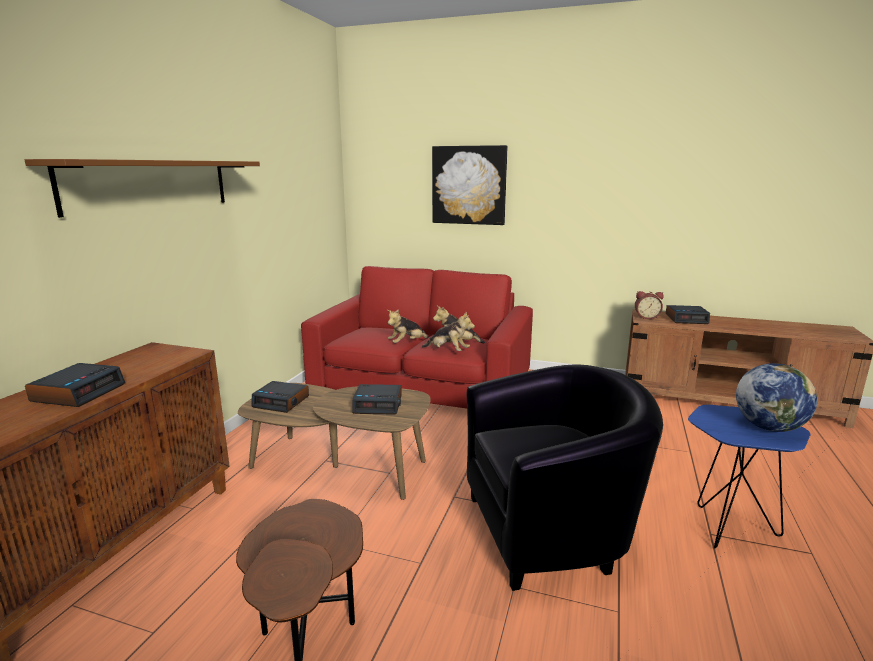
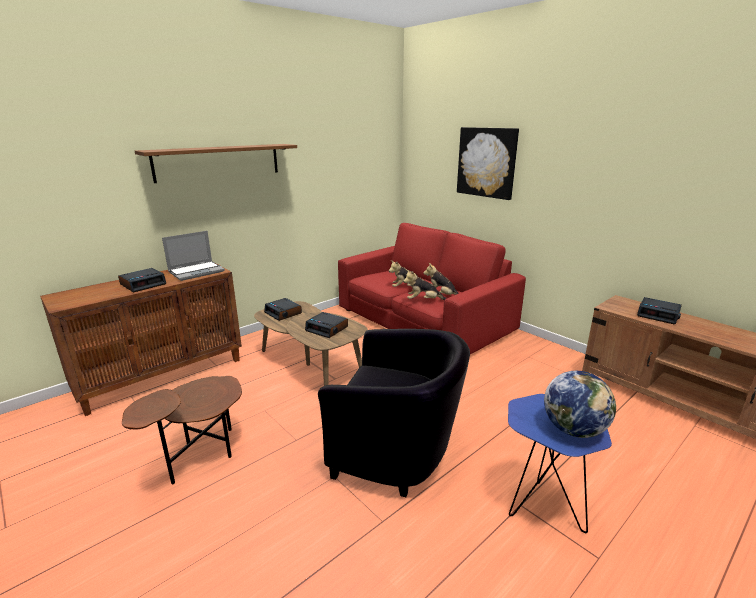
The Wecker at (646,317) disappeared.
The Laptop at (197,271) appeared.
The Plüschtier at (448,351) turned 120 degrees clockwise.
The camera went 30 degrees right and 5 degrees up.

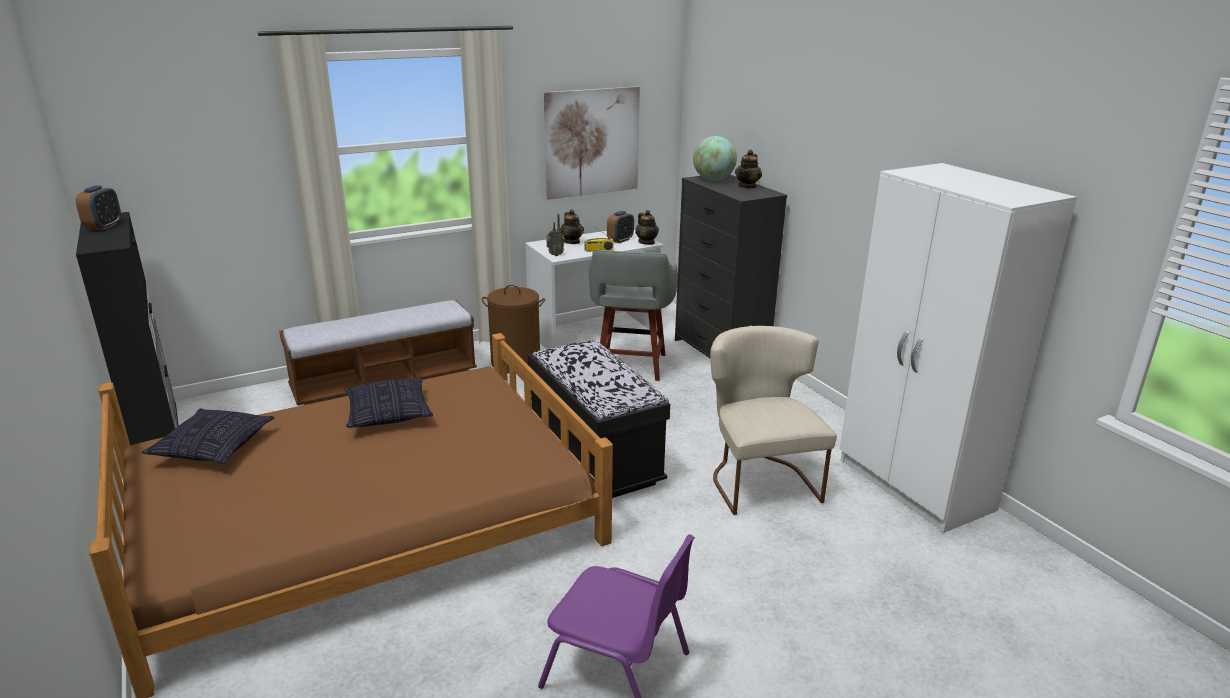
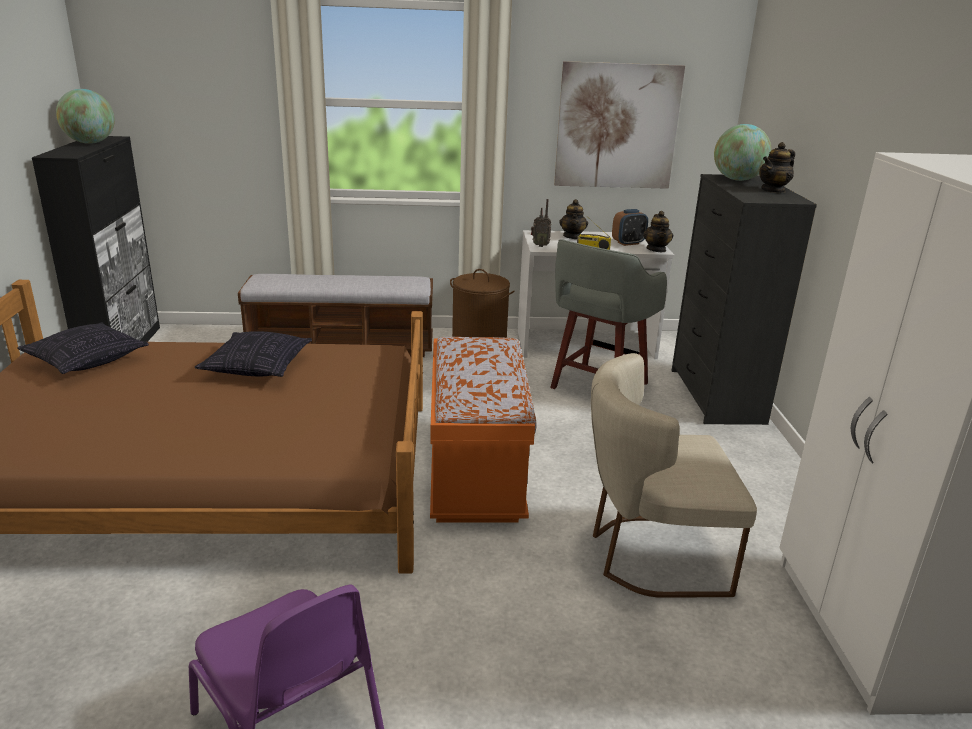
The Wecker at (104,226) was replaced by the Globus at (90,143).
The Bank/schwarz at (594,458) became the Bank/orange at (475,473).
The Stuhl/beige at (759,480) turned 105 degrees counterclockwise.
The camera went 25 degrees right and 0 degrees up.

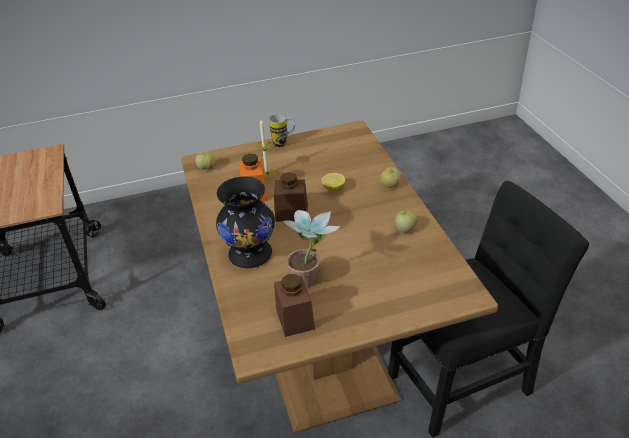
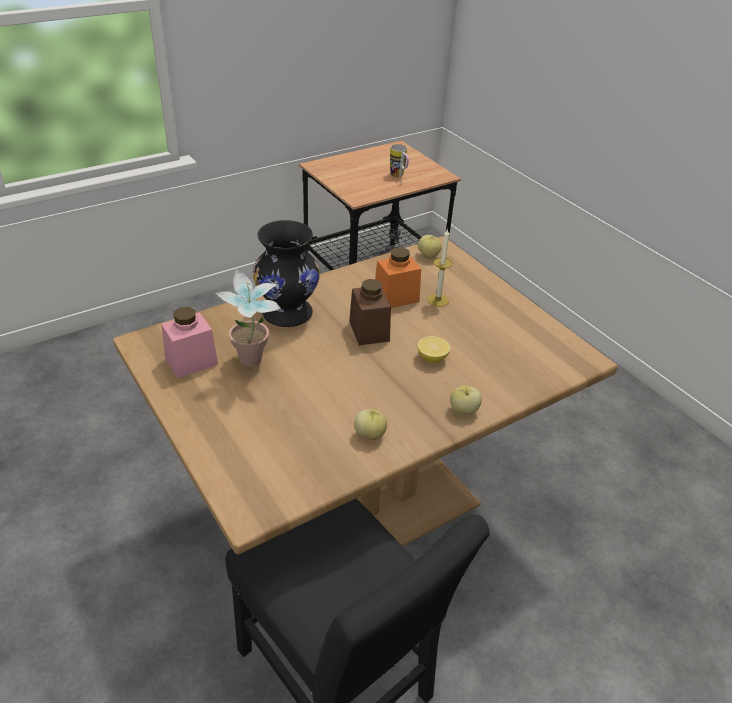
The Henkelbecher moved from (284,143) to (399,176).
The Vorratsglas/braun at (295,319) became the Vorratsglas/rosa at (191,361).
The camera went 70 degrees right and 0 degrees up.

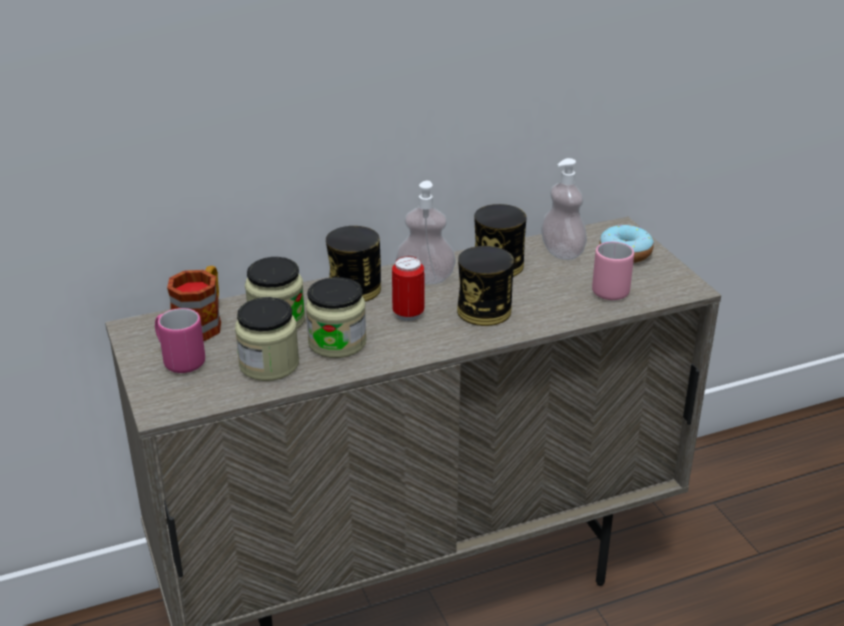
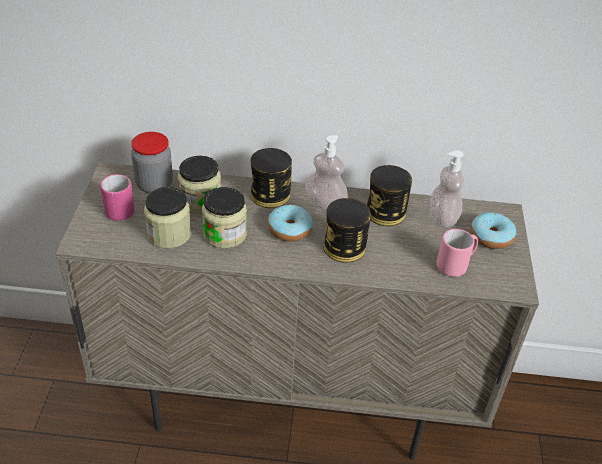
The Henkelbecher at (202,322) was replaced by the Vorratsglas at (154,185).
The Dose at (408,314) was replaced by the Donut at (289,229).
The camera went 25 degrees right and 10 degrees up.

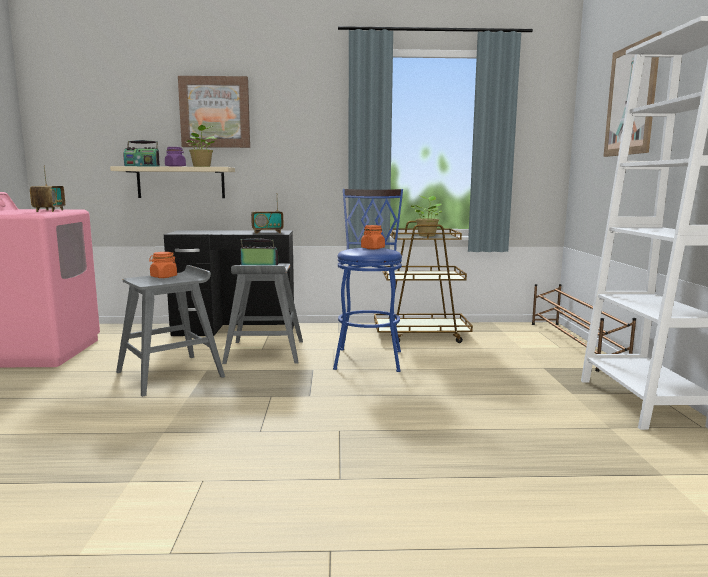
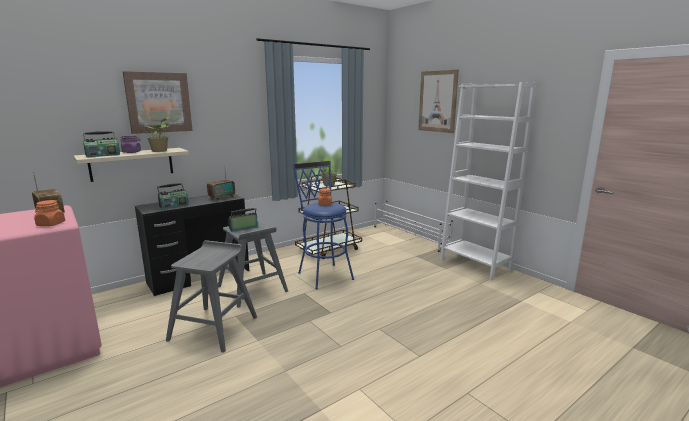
The Radio at (174,205) appeared.
The Vorratsglas/orange moved from (163,277) to (51,224).
The Schuhregal/braun at (574,344) became the Schuhregal/weiß at (410,236).
The camera went 35 degrees left and 5 degrees up.

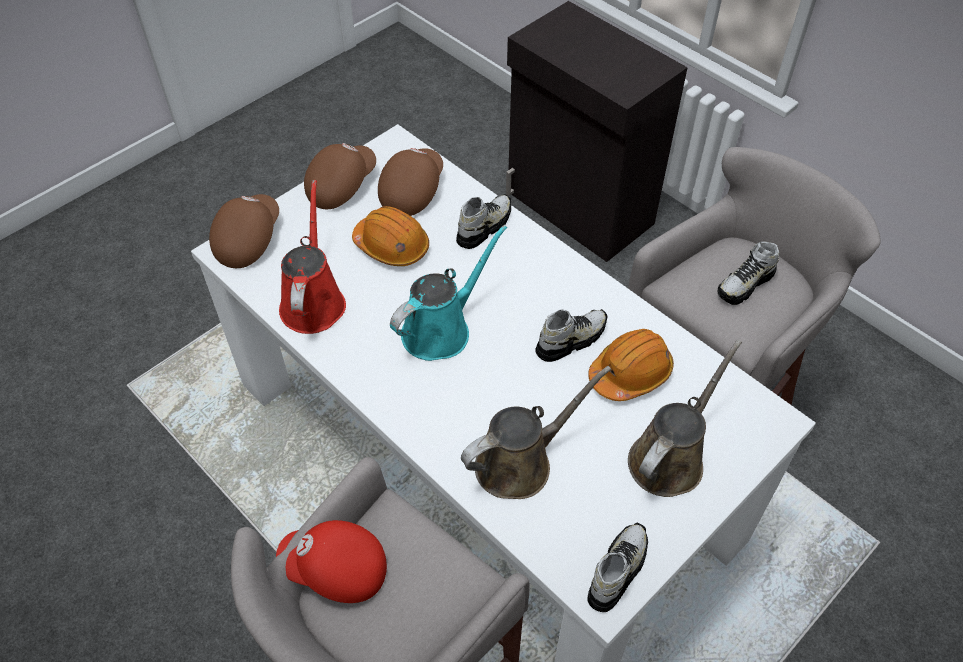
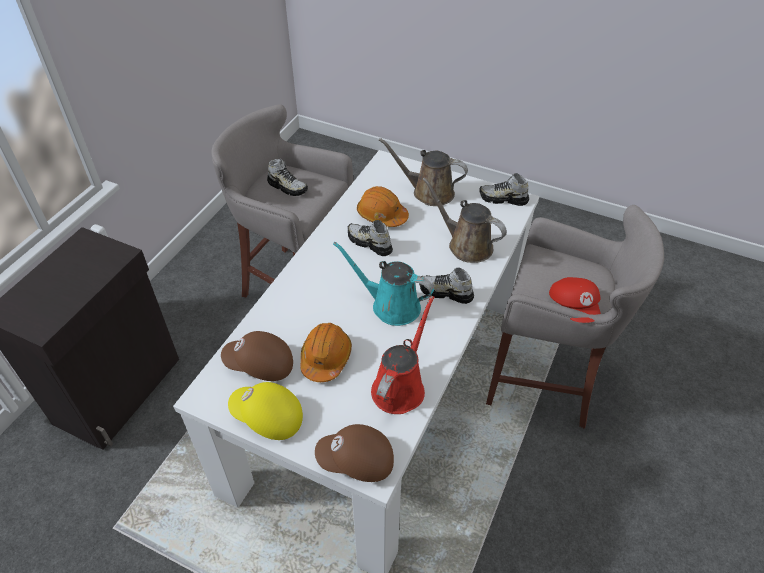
The Schuh moved from (484,227) to (445,293).
The Kappe/braun at (341,185) became the Kappe/gelb at (267,418).
The Gießkanne/rot at (313,301) turned 135 degrees clockwise.
The camera went 110 degrees left and 5 degrees down.

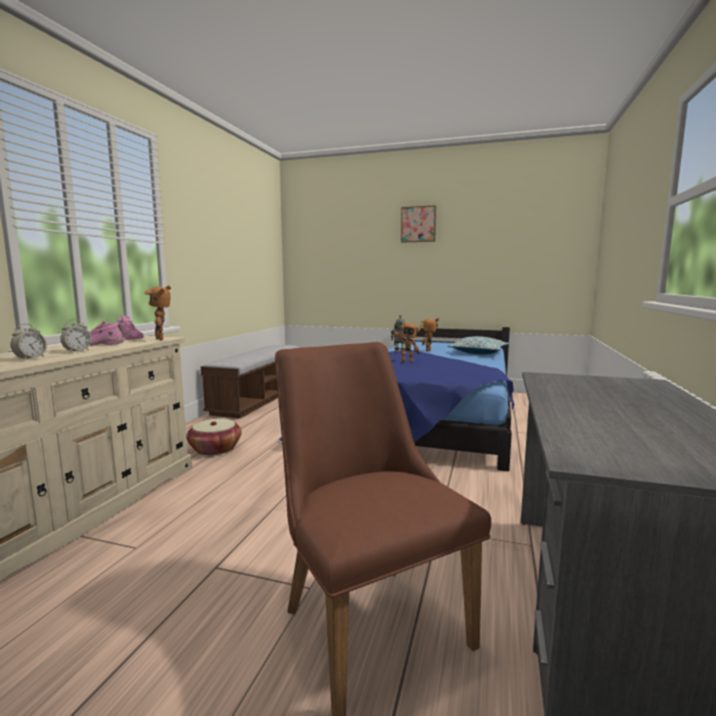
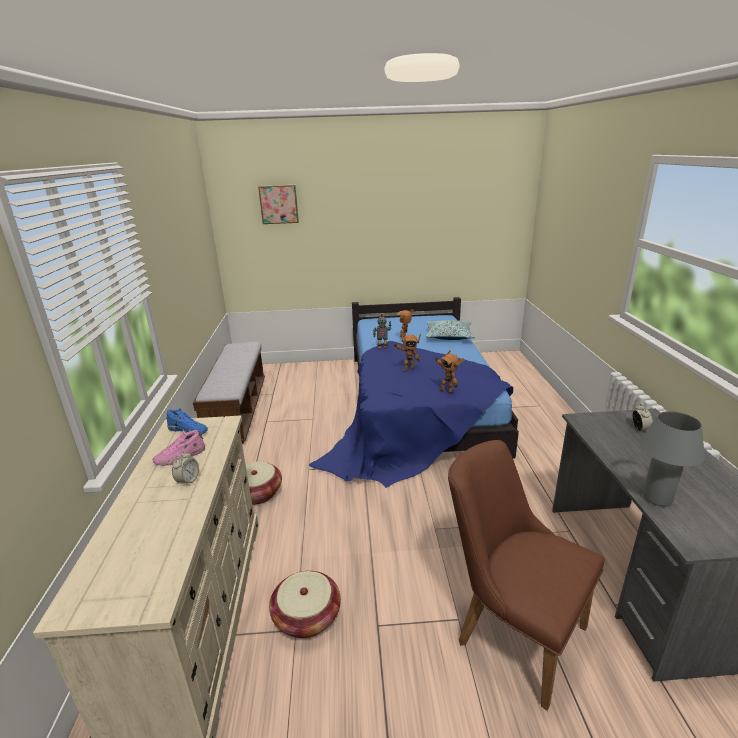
The Korb at (307,617) appeared.
The Tischlampe/grau at (657,498) appeared.
The Wecker moved from (30,358) to (640,428).
The Spielzeugroboter moved from (162,339) to (446,390).
The Bild moved from (418,224) to (279,204).
The Schuh/rosa at (130,338) became the Schuh/blau at (188,430).
The camera went 20 degrees left and 15 degrees up.

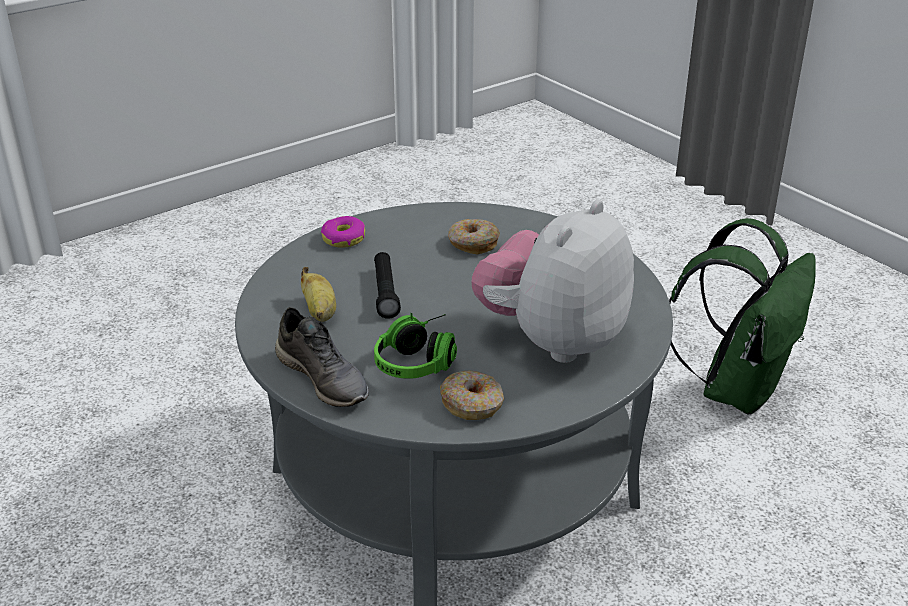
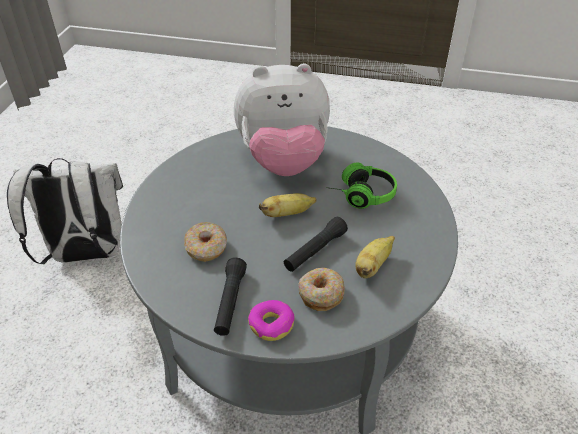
The Schuh/grau at (324,378) disappeared.
The Taschenlampe/schwarz at (230,302) appeared.
The Banane at (287,214) appeared.
The Donut moved from (472,404) to (320,294).
The Rucksack/grün at (736,388) became the Rucksack/weiß at (86,254).
The camera went 130 degrees left and 10 degrees up.

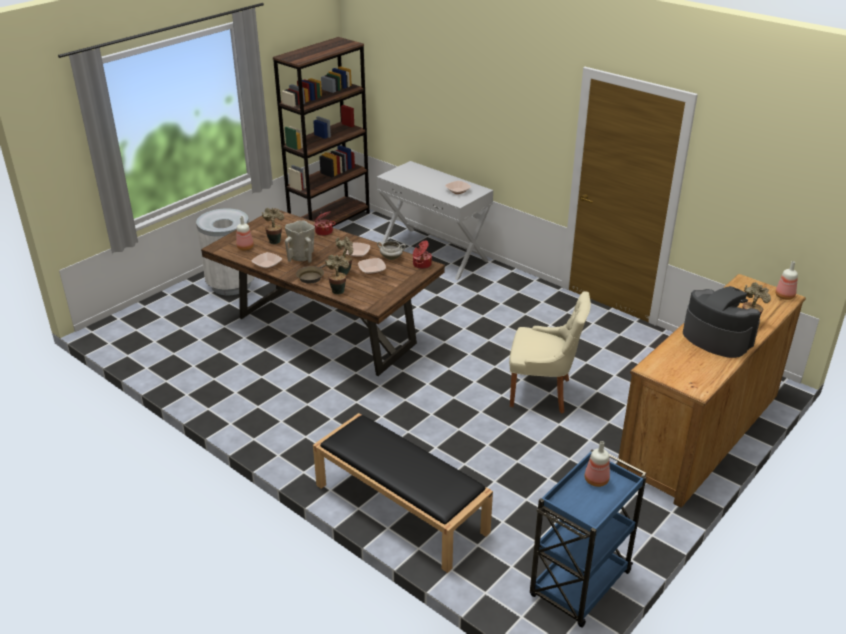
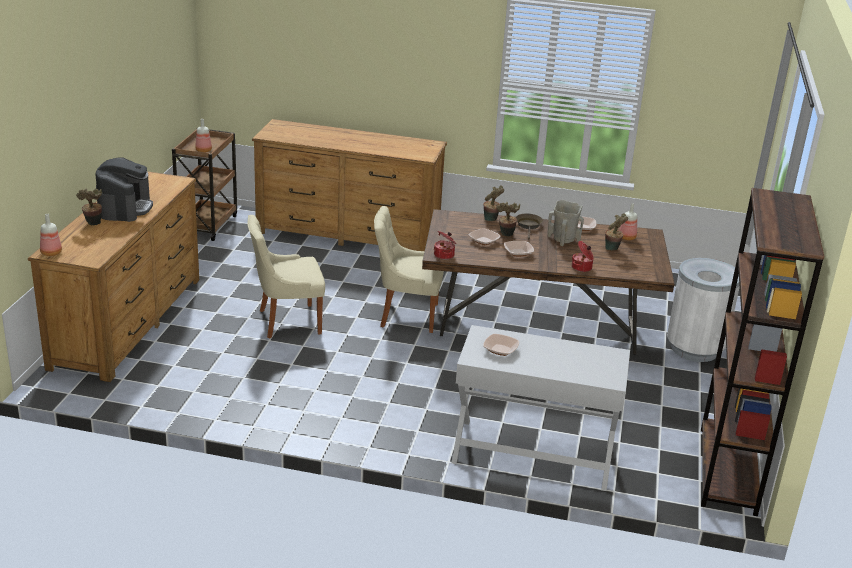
The Kochtopf/weiß at (391,258) disappeared.
The Stuhl/beige at (406,315) appeared.
The Bank/schwarz at (399,508) was replaced by the Kommode/braun at (348,233).
The Rollwagen/blau at (579,586) became the Rollwagen/braun at (207,224).
The Kaffeemaschine at (716,338) turned 105 degrees counterclockwise.
The camera went 150 degrees right and 5 degrees down.

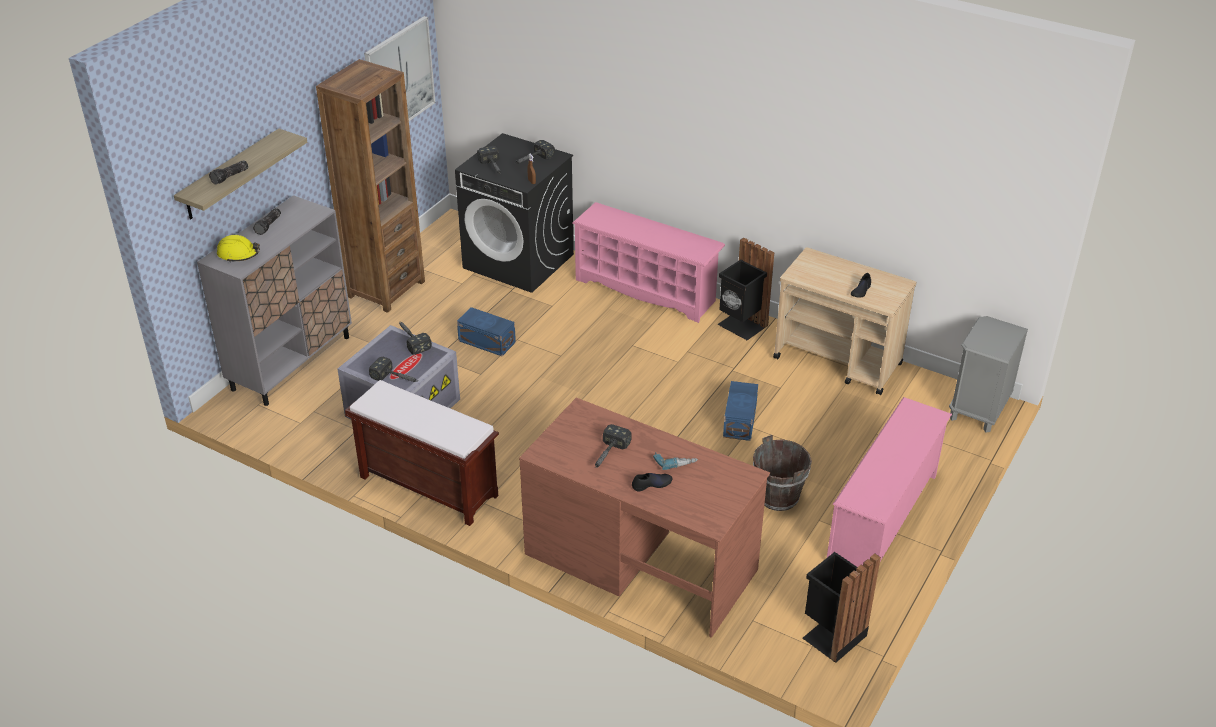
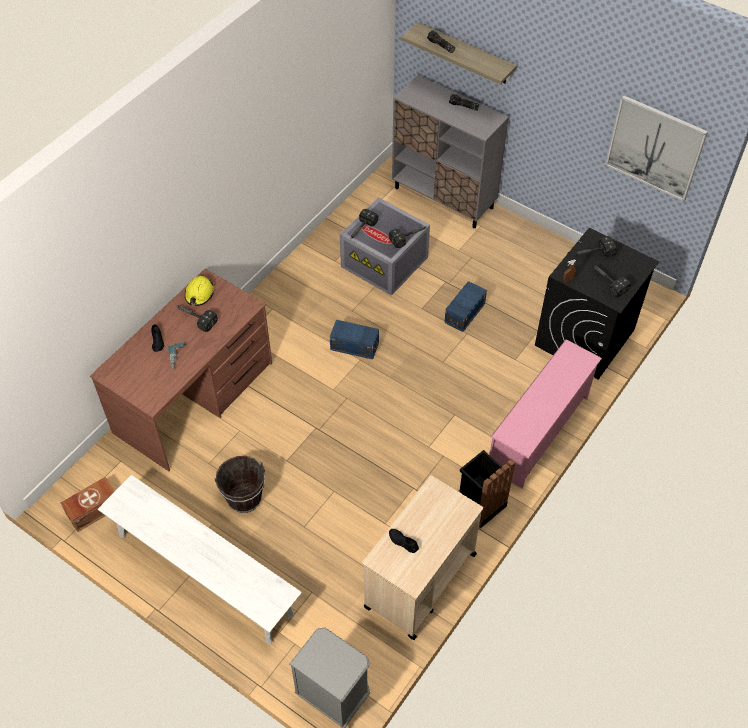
The Bücherregal/braun at (386,289) disappeared.
The Bank/braun at (427,486) disappeared.
The Schutzhelm/gelb moved from (238,254) to (199,294).
The Aufbewahrungsbox/blau moved from (740,420) to (355,346).
The Mülleimer/schwarz at (831,635) was replaced by the Aufbewahrungsbox/braun at (93,510).
The Schuhregal/rosa at (884,518) was replaced by the Bank/weiß at (204,574).
The camera went 95 degrees right and 15 degrees up.

